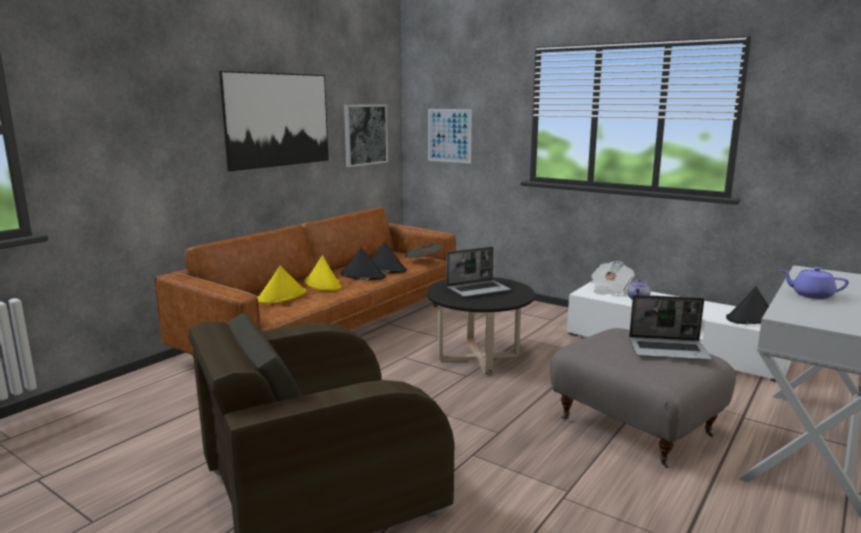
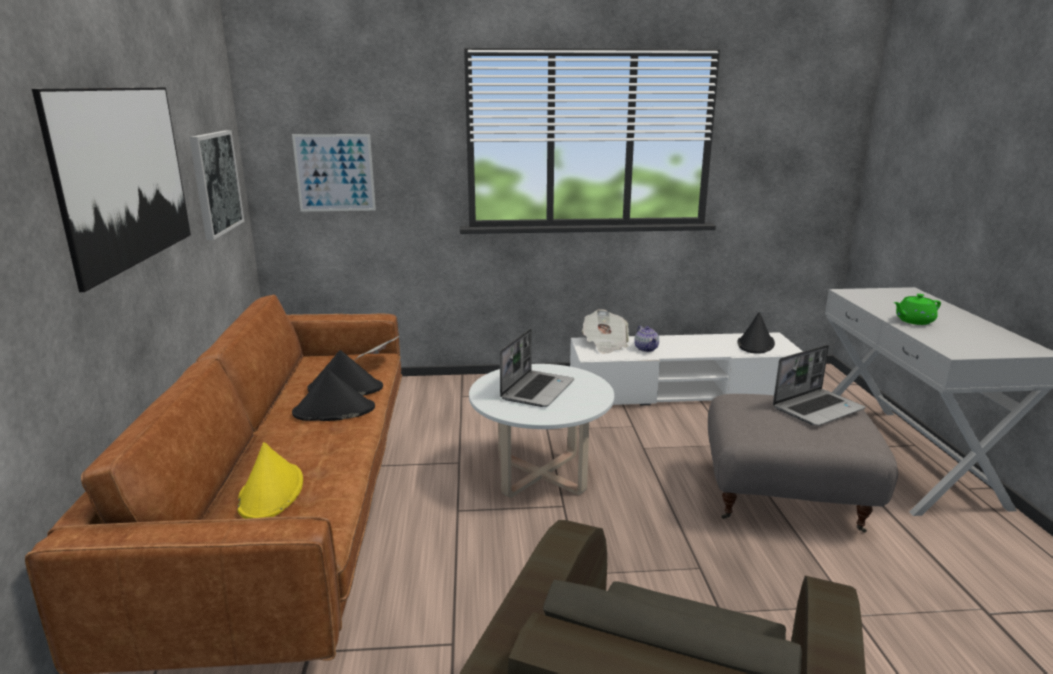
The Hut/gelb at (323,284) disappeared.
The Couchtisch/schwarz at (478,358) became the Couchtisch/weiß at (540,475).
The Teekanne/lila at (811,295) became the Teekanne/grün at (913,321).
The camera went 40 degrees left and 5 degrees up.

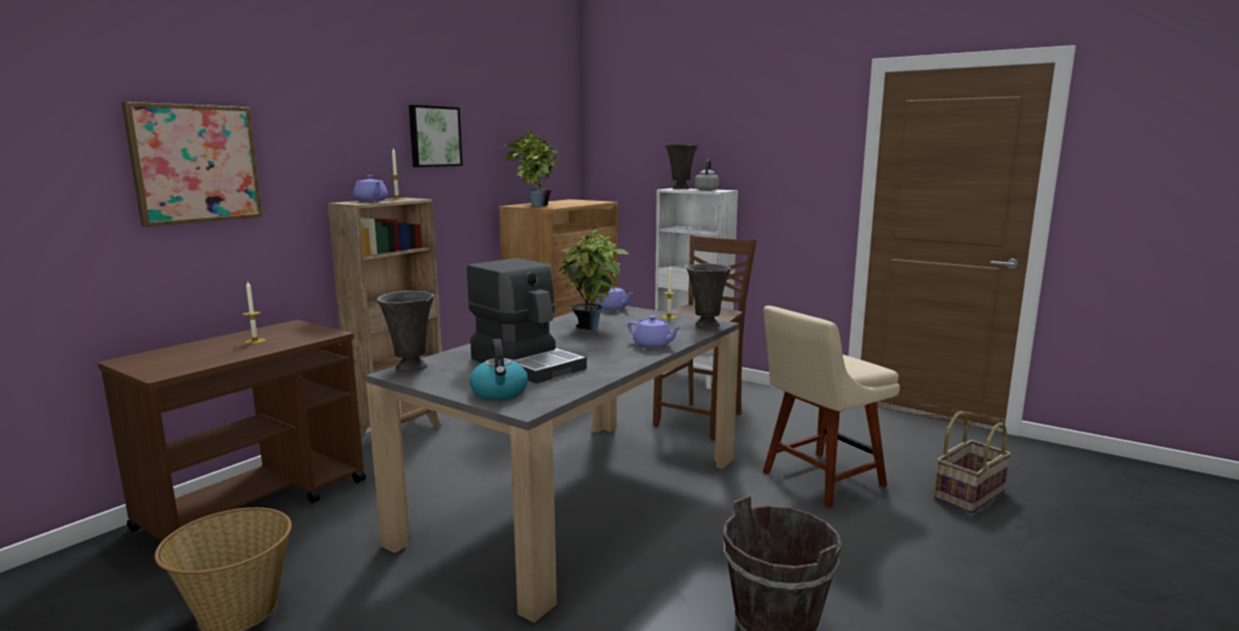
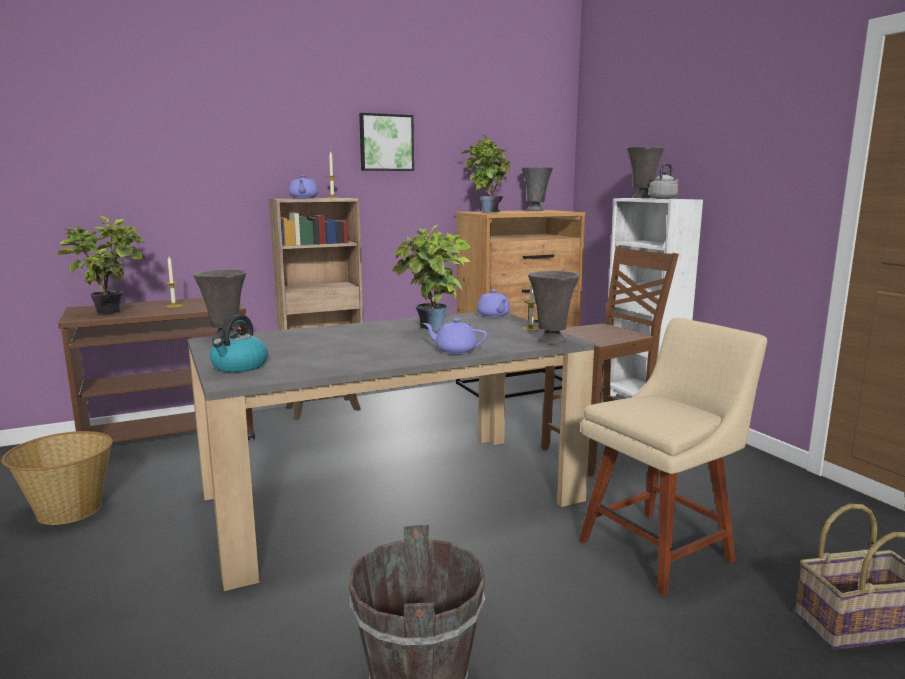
The Bild at (195,164) disappeared.
The Kaffeemaschine at (527,363) disappeared.
The Topfpflanze at (112,311) appeared.
The Vase/grau at (536,210) appeared.
The Teekanne/lila at (653,345) turned 135 degrees clockwise.
The Stuhl/beige at (819,480) turned 150 degrees clockwise.
The camera went 30 degrees right and 0 degrees up.

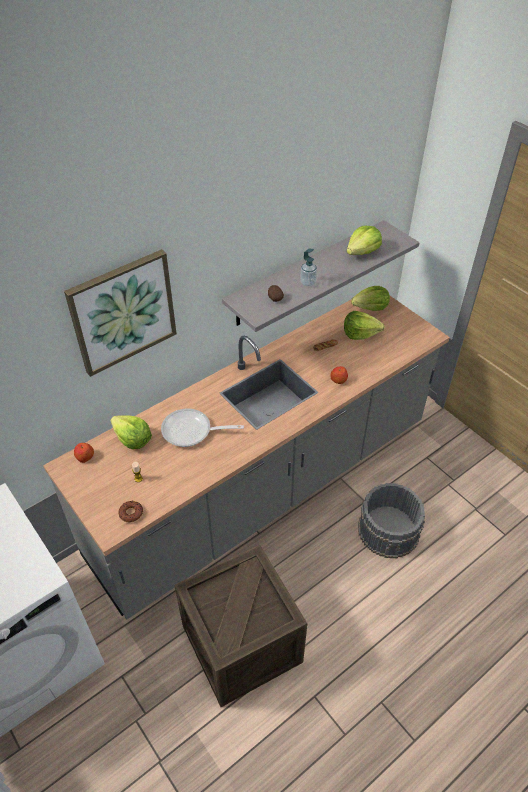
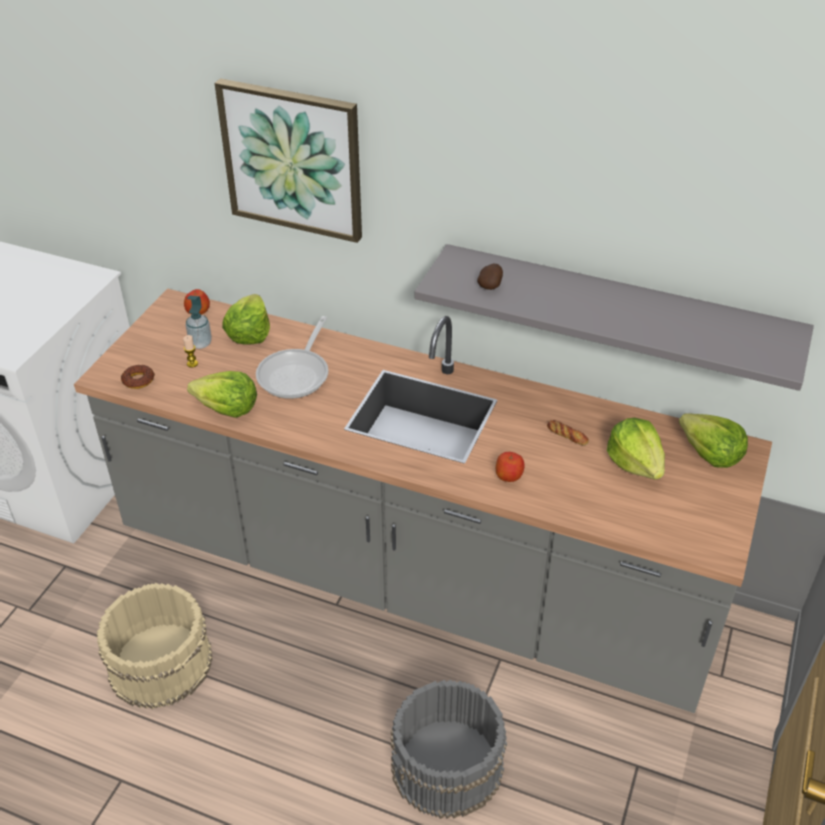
The Seifenspender moved from (308,283) to (200,343).
The Salatkopf moved from (362,252) to (227,408).
The Kiste at (241,644) was replaced by the Eimer/beige at (159,662).
The Pfanne at (191,431) turned 135 degrees counterclockwise.
The camera went 60 degrees right and 5 degrees down.

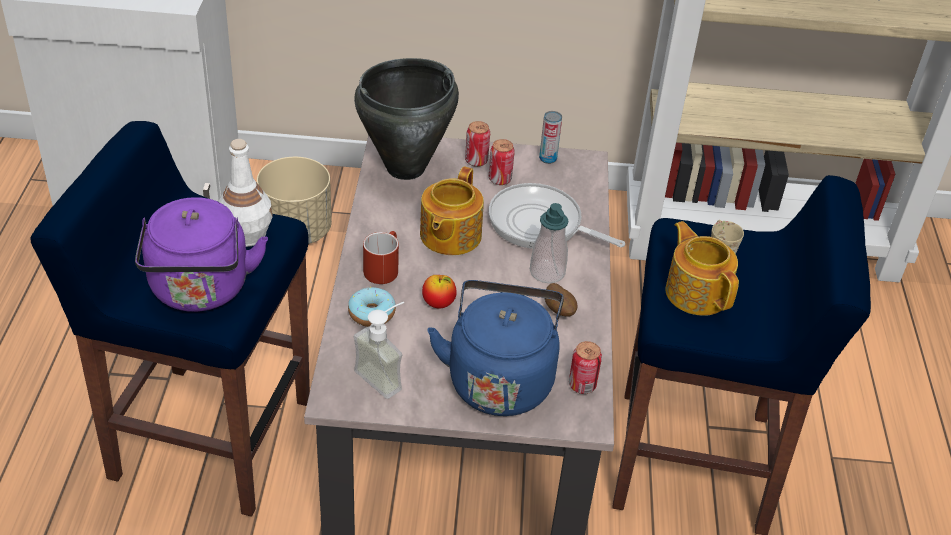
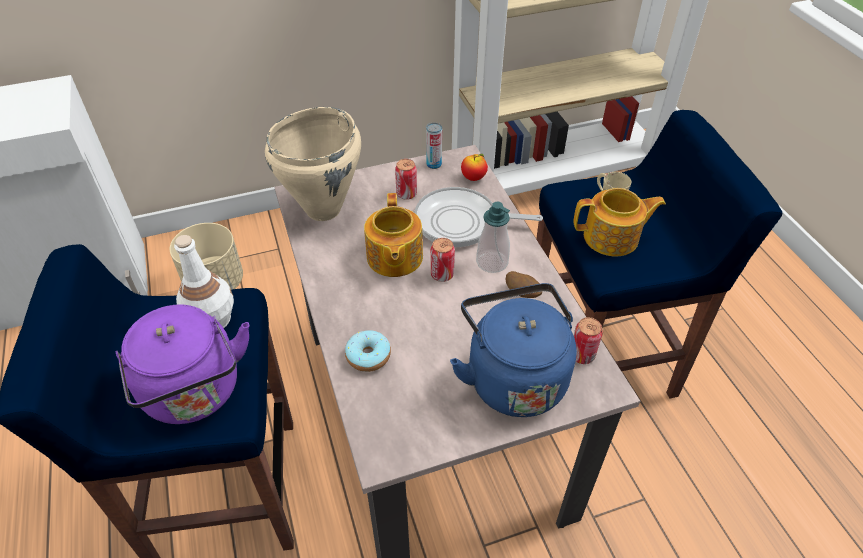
The Seifenspender at (386,375) disappeared.
The Henkelbecher/rot at (382,267) disappeared.
The Apfel moved from (438,304) to (473,178).
The Dose moved from (476,161) to (442,275).
The Kochtopf/schwarz at (406,168) became the Kochtopf/beige at (324,209).
The Teekanne at (696,292) turned 135 degrees clockwise.
The camera went 20 degrees left and 5 degrees up.

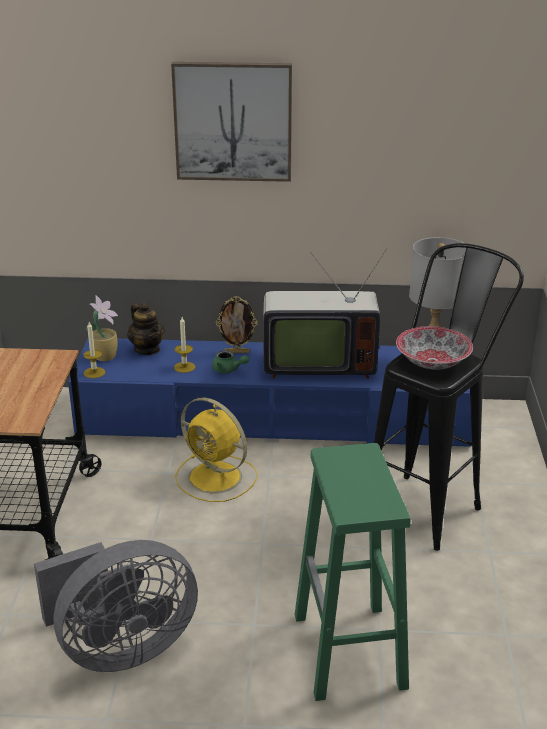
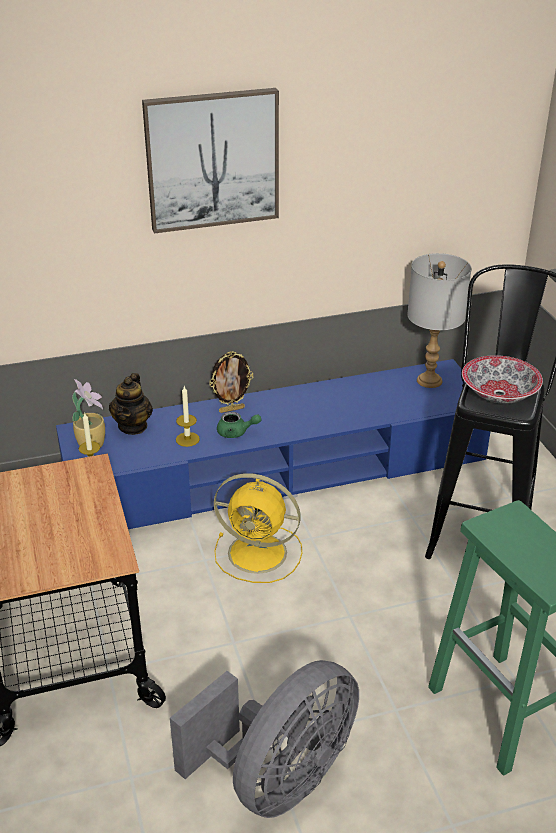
The Fernseher at (317,365) disappeared.
The Teekanne at (147,349) turned 60 degrees clockwise.
The camera went 20 degrees left and 5 degrees up.

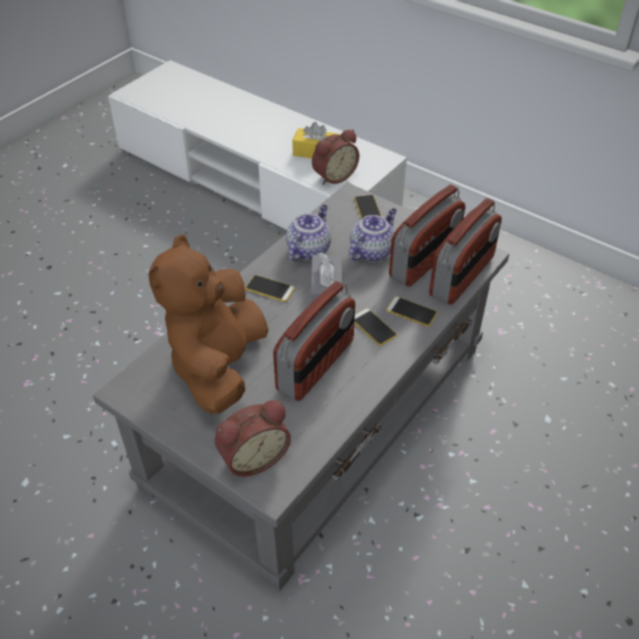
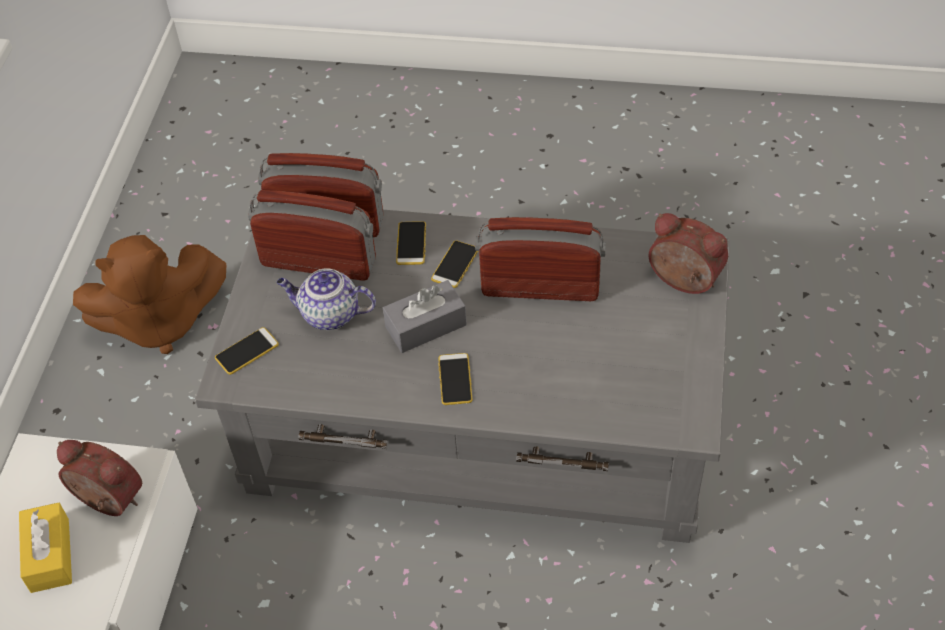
The Teekanne at (308,249) disappeared.
The Plüschtier/braun moved from (218,366) to (159,322).
The camera went 115 degrees left and 5 degrees up.

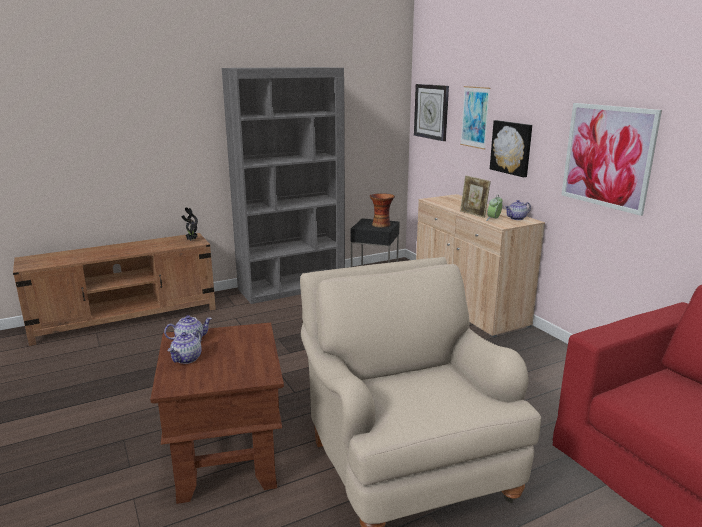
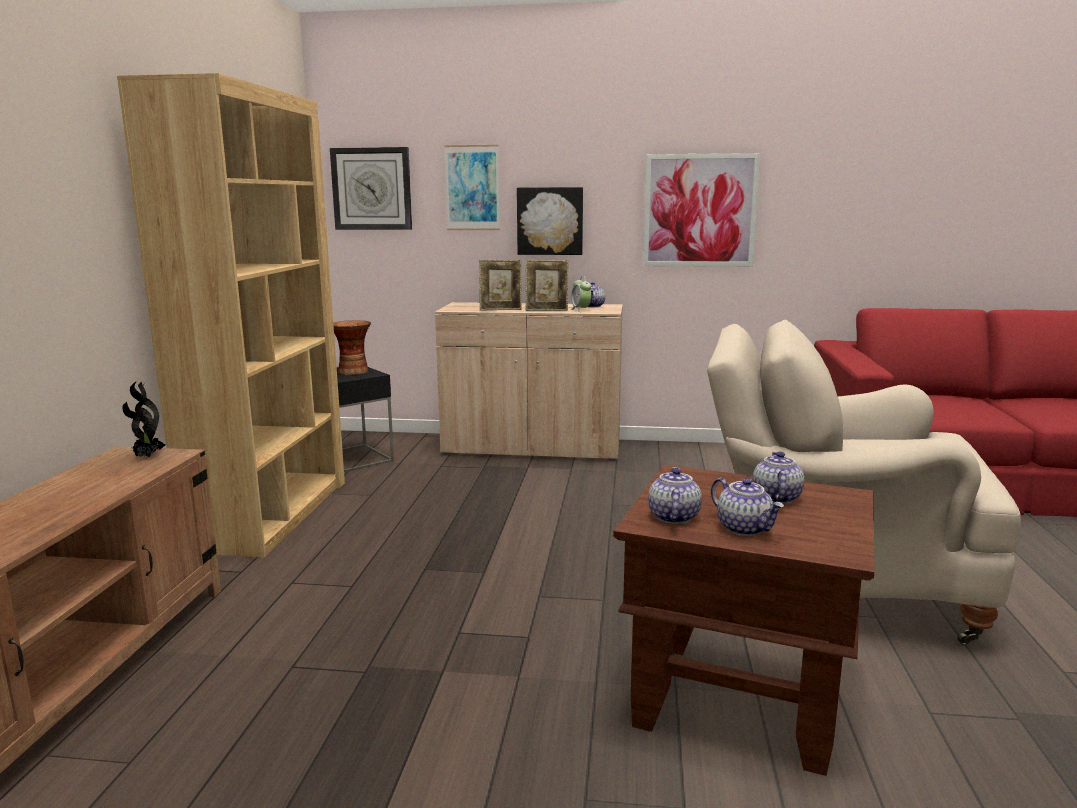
The Bilderrahmen at (501,310) appeared.
The Teekanne at (775,497) appeared.
The Bücherregal/grau at (292,287) became the Bücherregal/braun at (271,514).
The camera went 55 degrees left and 5 degrees down.

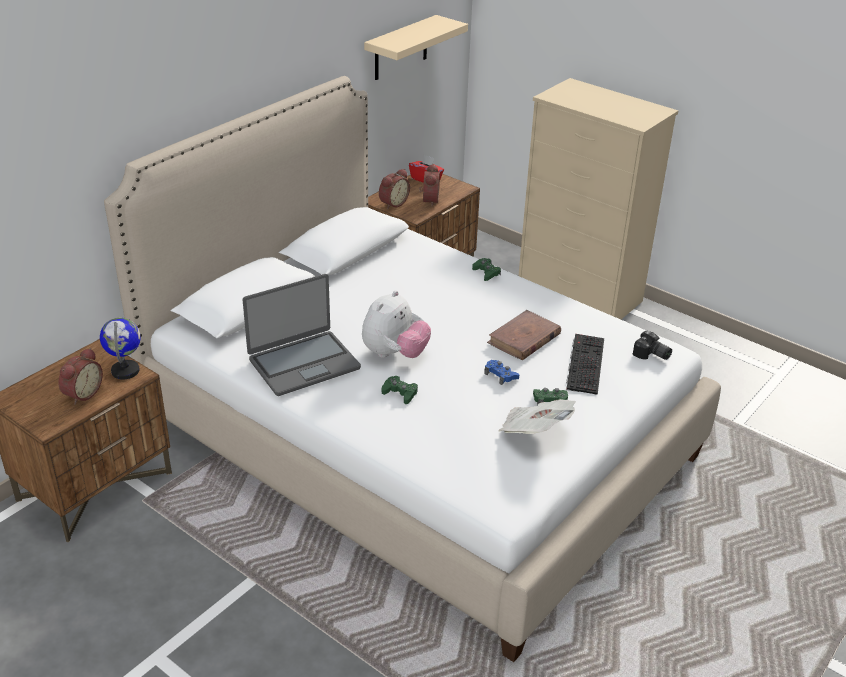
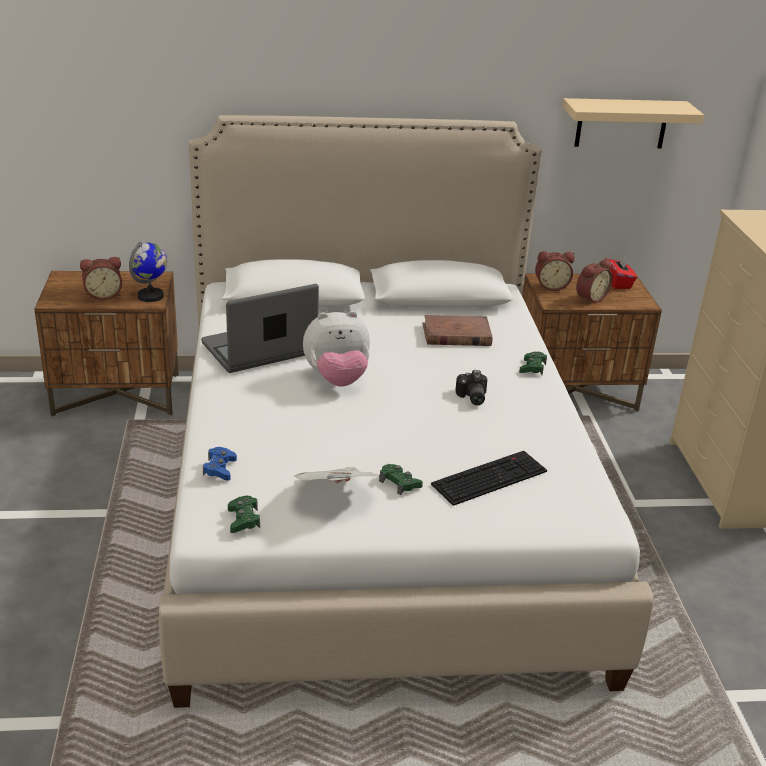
The Gamepad/grün moved from (400,393) to (243,519).
The Gamepad/blau moved from (501,375) to (219,468).
The Buch/braun moved from (524,339) to (456,335).
The Kamera moved from (651,355) to (471,397).
The Laptop at (303,363) turned 135 degrees clockwise.
The camera went 45 degrees right and 5 degrees down.

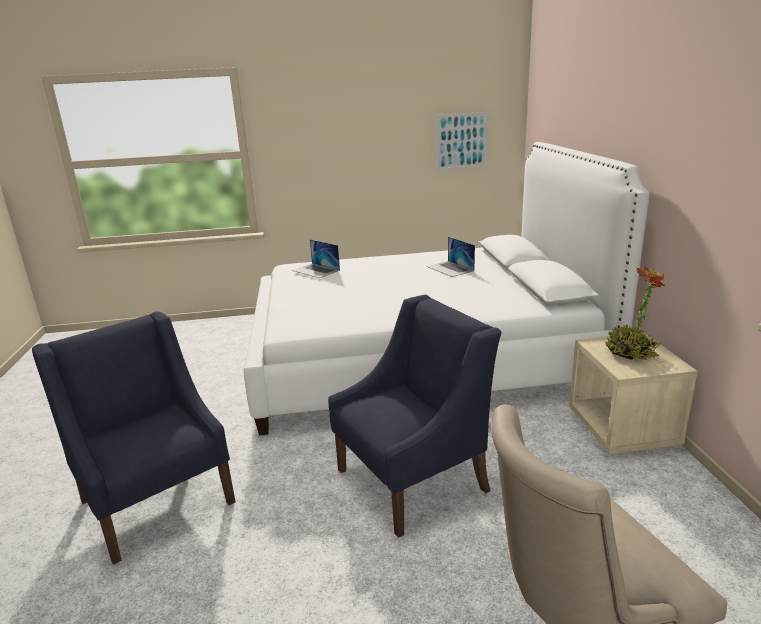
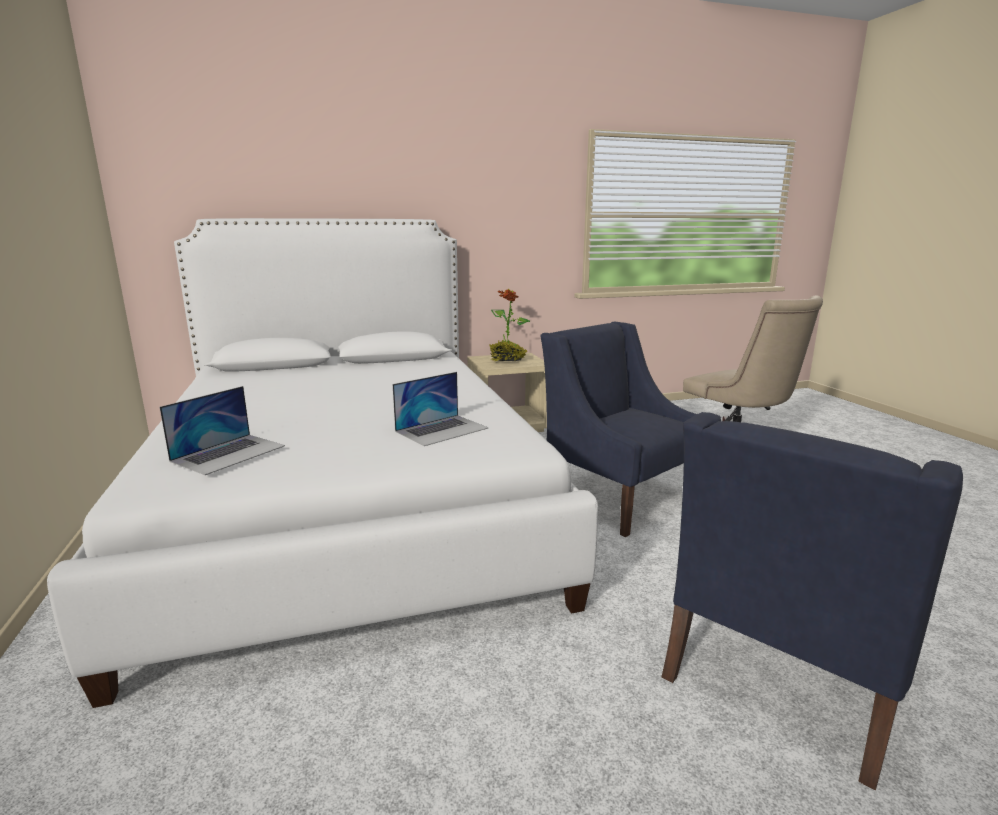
The Bild at (461,141) disappeared.
The Laptop moved from (450,268) to (442,429).
The camera went 100 degrees left and 5 degrees down.

